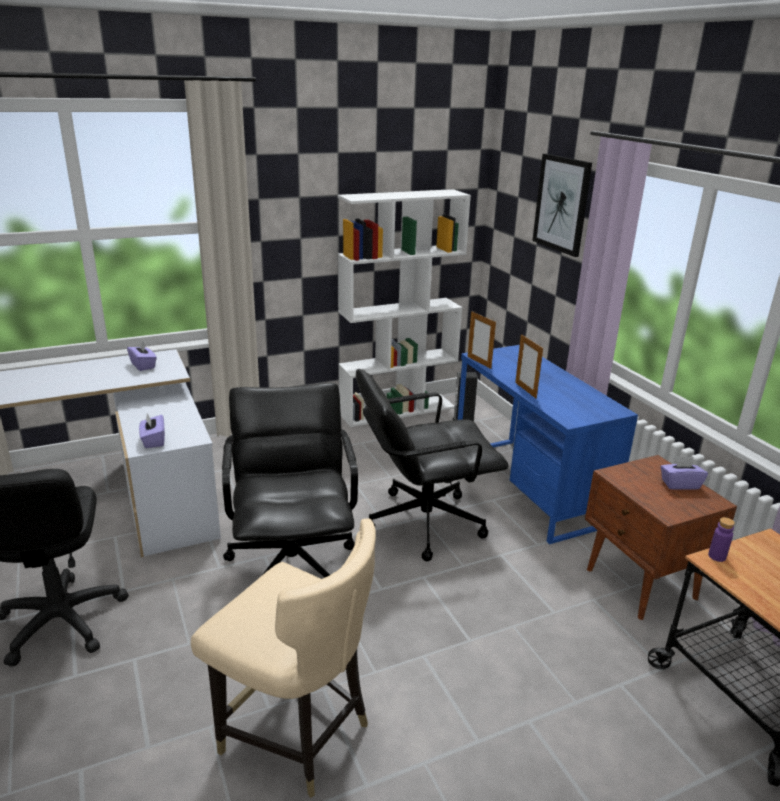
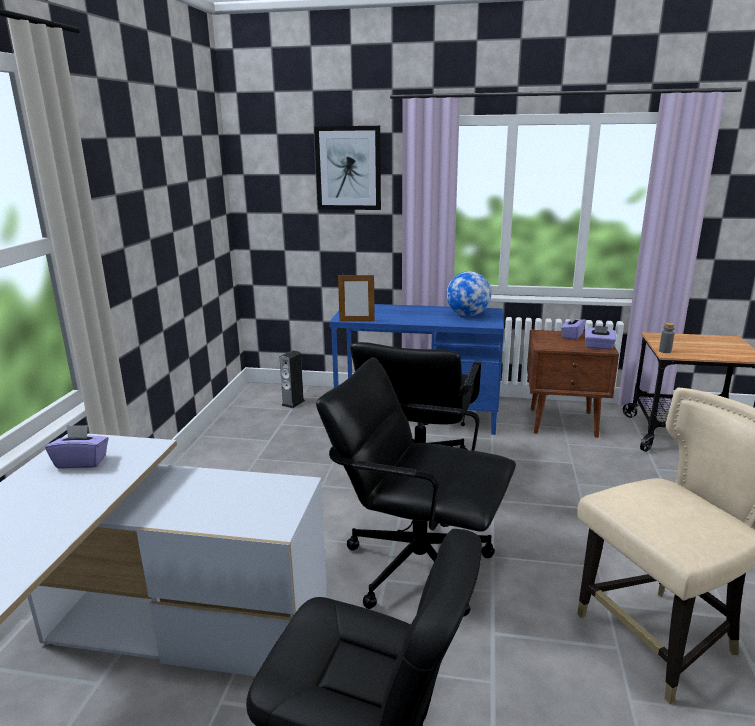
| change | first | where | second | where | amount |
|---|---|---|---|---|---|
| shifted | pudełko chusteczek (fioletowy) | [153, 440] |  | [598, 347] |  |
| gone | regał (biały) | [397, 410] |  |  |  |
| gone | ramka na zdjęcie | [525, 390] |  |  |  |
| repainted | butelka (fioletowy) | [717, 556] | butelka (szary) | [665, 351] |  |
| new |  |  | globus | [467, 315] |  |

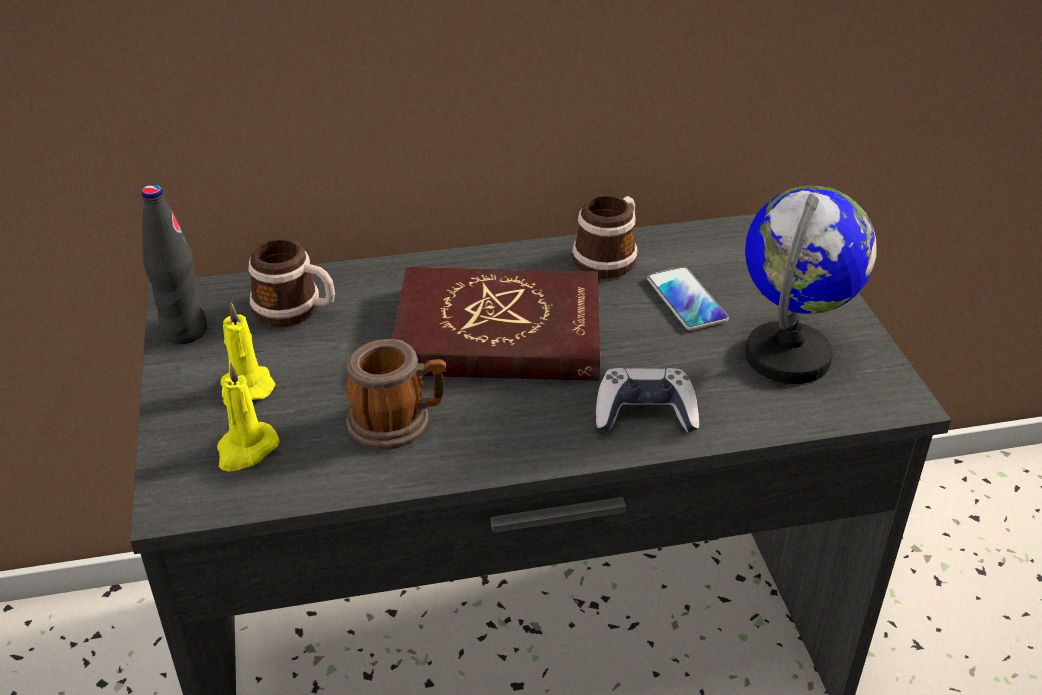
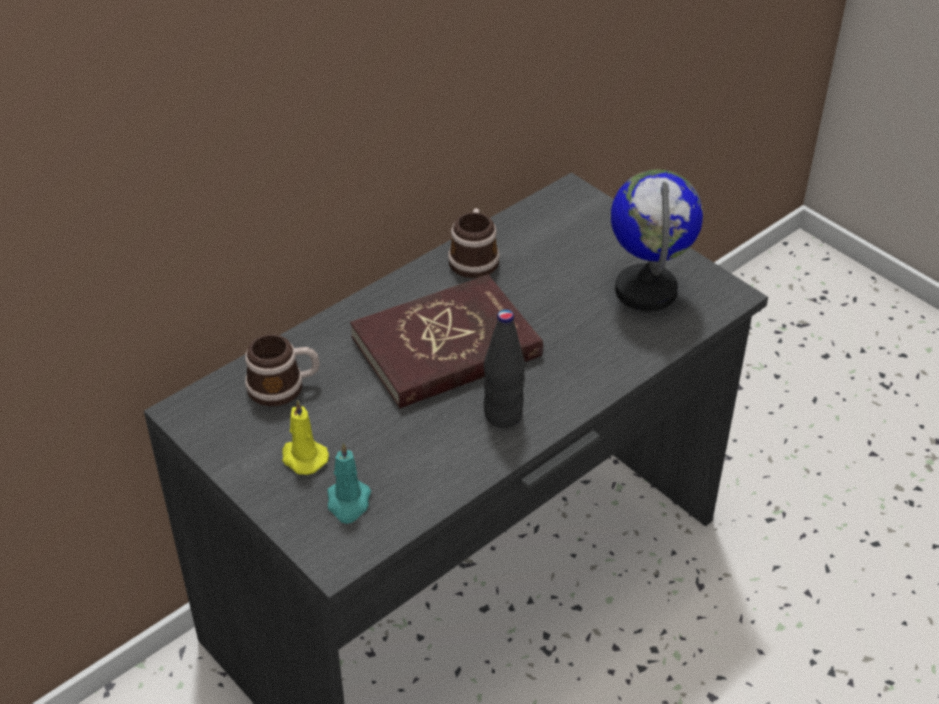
| change | first | where | second | where | amount |
|---|---|---|---|---|---|
| shifted | butelka (czarny) | [184, 331] |  | [503, 415] |  |
| repainted | świeca (żółty) | [246, 450] | świeca (turkusowy) | [348, 503] |  |
| gone | kubek | [398, 422] |  |  |  |
| gone | pad do gier | [645, 413] |  |  |  |
| gone | telefon | [686, 300] |  |  |  |

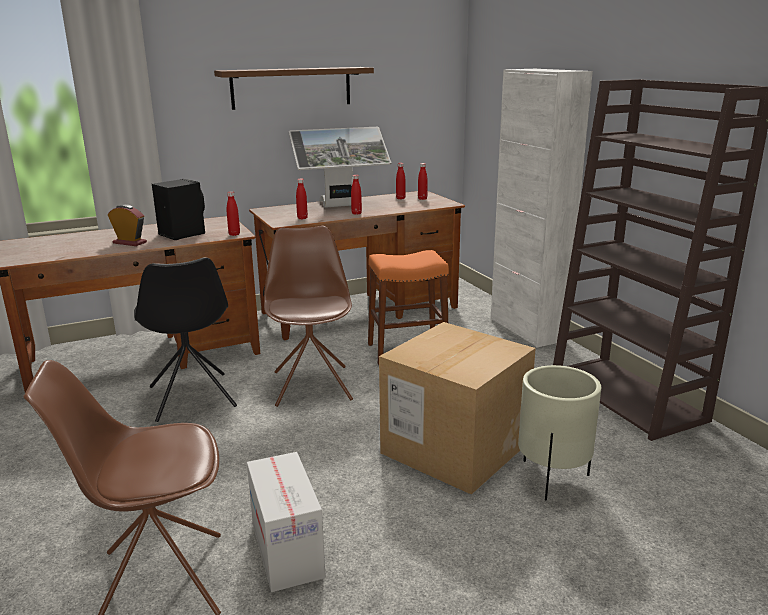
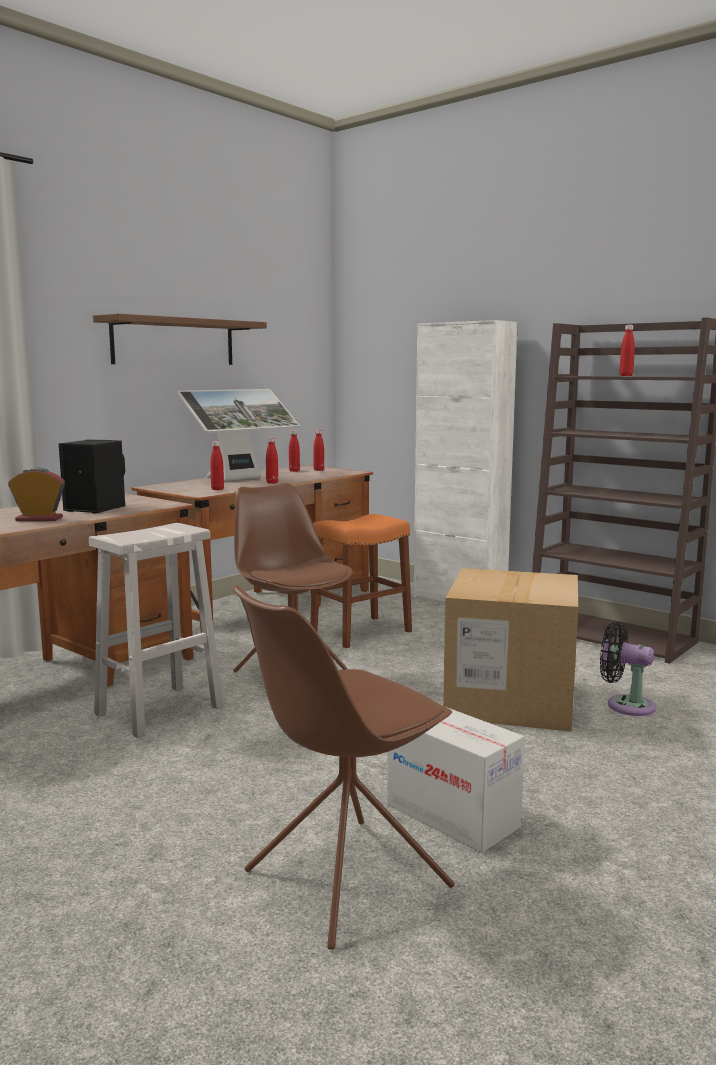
| change | first | where | second | where | amount |
|---|---|---|---|---|---|
| swapped | krzesło (czarny) | [192, 398] | stołek (biały) | [158, 711] |  |
| shifted | butelka (czerwony) | [234, 234] |  | [626, 376] |  |
| swapped | donica (beżowy) | [552, 478] | wentylator (czarny) | [625, 705] |  |

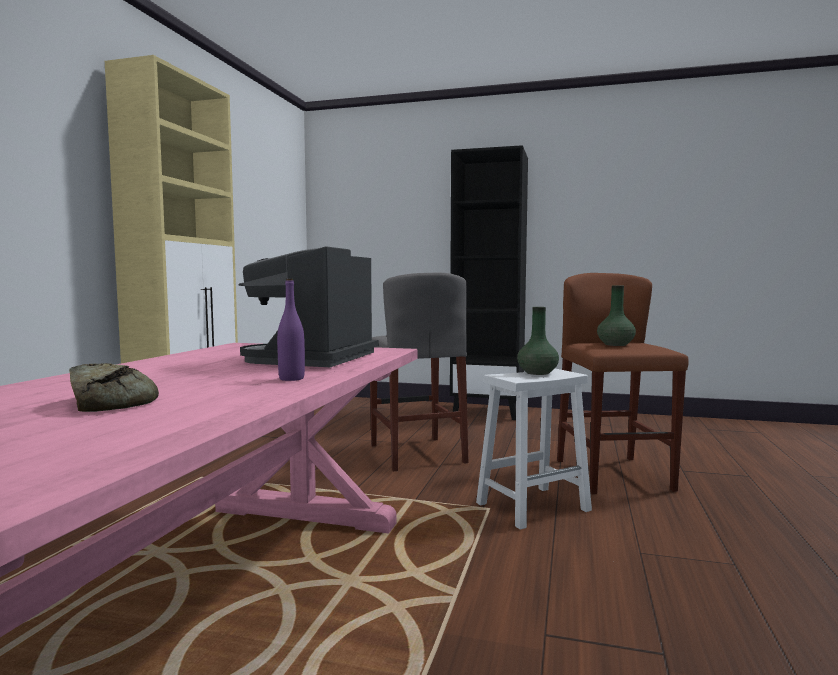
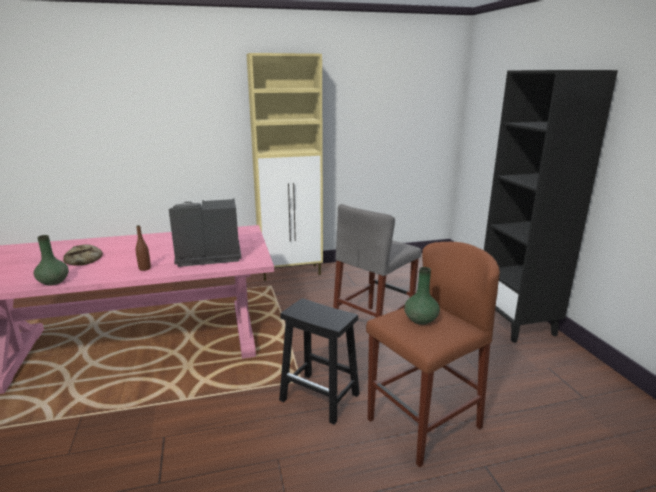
| change | first | where | second | where | amount |
|---|---|---|---|---|---|
| repainted | butelka (fioletowy) | [291, 378] | butelka (brązowy) | [145, 268] |  |
| repainted | stołek (biały) | [534, 506] | stołek (czarny) | [321, 397] |  |
| shifted | wazon (zielony) | [537, 373] |  | [53, 282] |  |

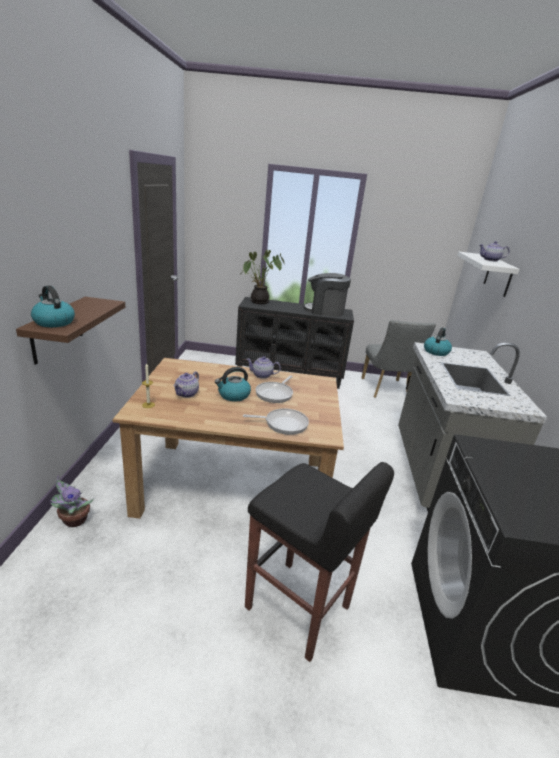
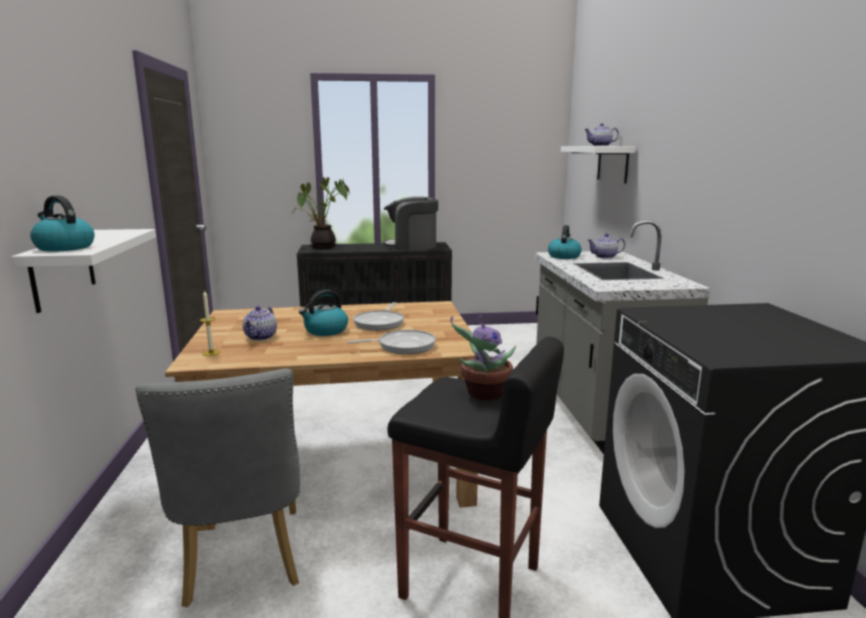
| change | first | where | second | where | amount |
|---|---|---|---|---|---|
| repainted | półka (brązowy) | [57, 329] | półka (biały) | [63, 269] |  |
| shifted | roślina doniczkowa | [73, 520] |  | [483, 394] |  |
| shifted | imbryk | [262, 375] |  | [605, 257] |  |
| shifted | krzesło (szary) | [386, 390] |  | [242, 563] |  |

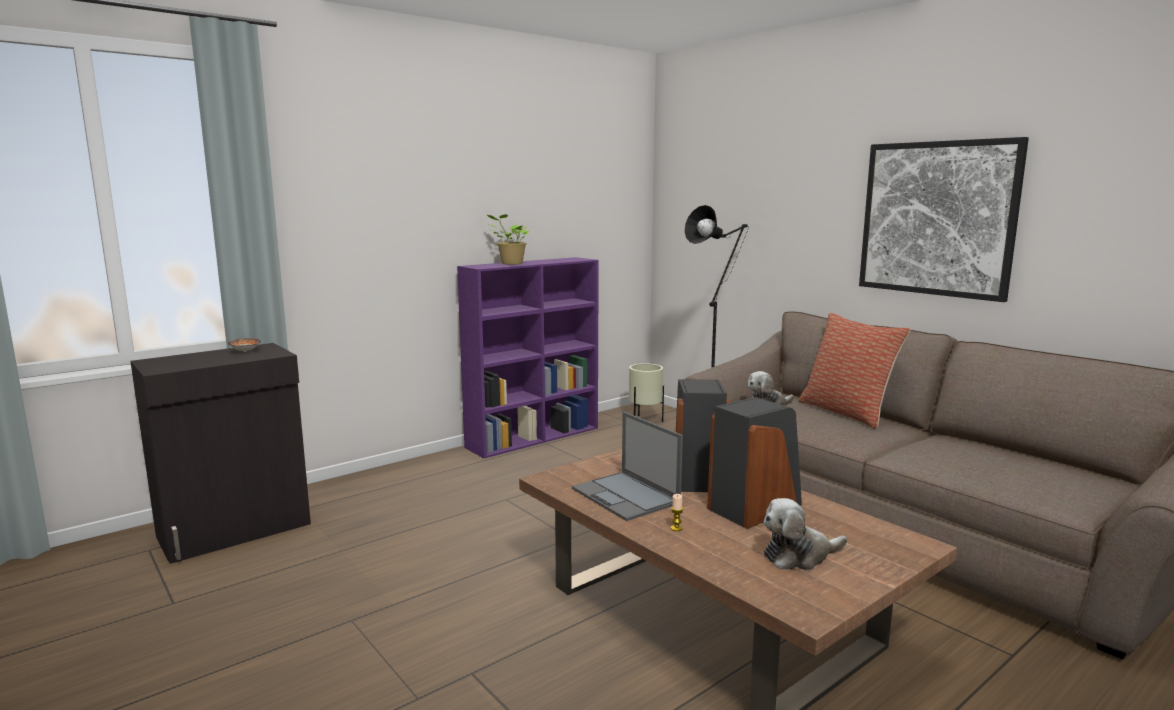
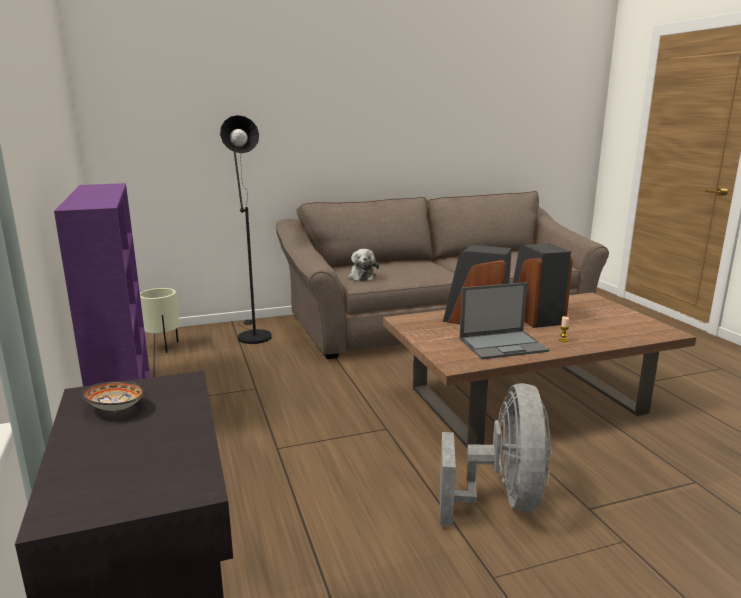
| change | first | where | second | where | amount |
|---|---|---|---|---|---|
| gone | roślina doniczkowa | [510, 263] |  |  |  |
| gone | pluszak | [799, 556] |  |  |  |
| gone | poduszka | [847, 412] |  |  |  |
| gone | obraz | [937, 218] |  |  |  |
| new |  |  | wentylator (szary) | [502, 500] |  |

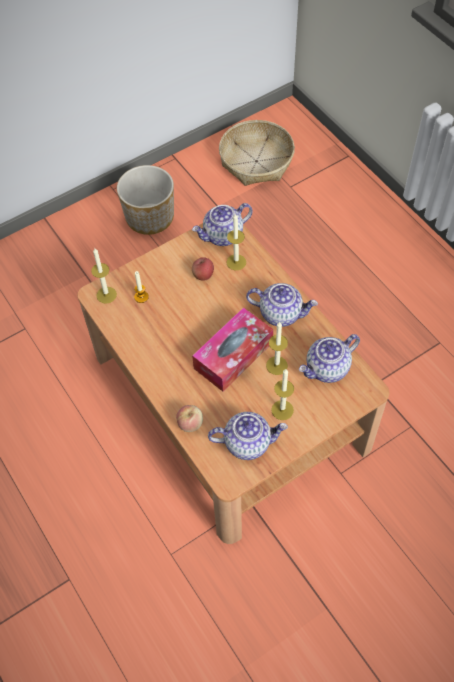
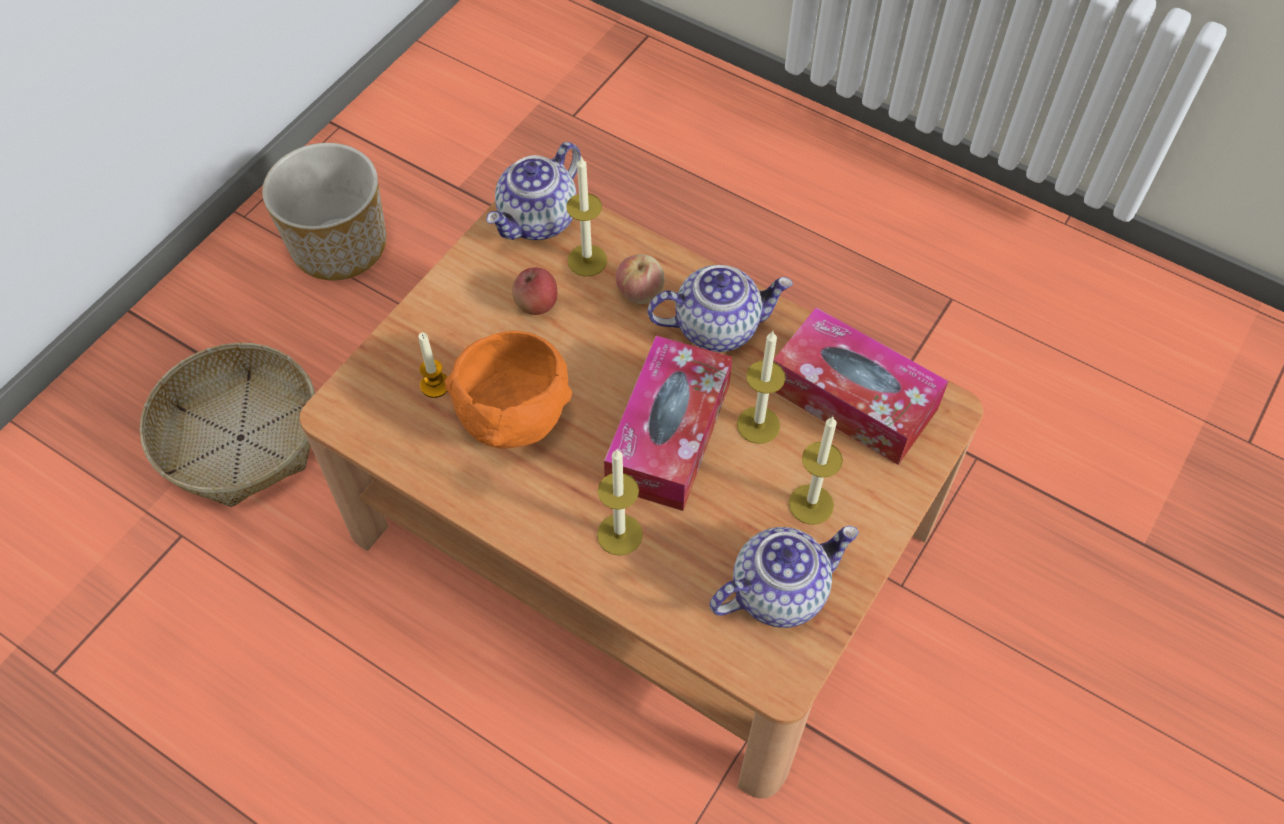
| change | first | where | second | where | amount |
|---|---|---|---|---|---|
| shifted | świeca | [106, 295] |  | [619, 534] |  |
| shifted | jabłko | [190, 423] |  | [640, 292] |  |
| shifted | koszyk | [256, 161] |  | [240, 438] |  |
| swapped | imbryk | [327, 369] | pudełko chusteczek | [852, 398] |  |
| new |  |  | miska (pomarańczowy) | [515, 417] |  |

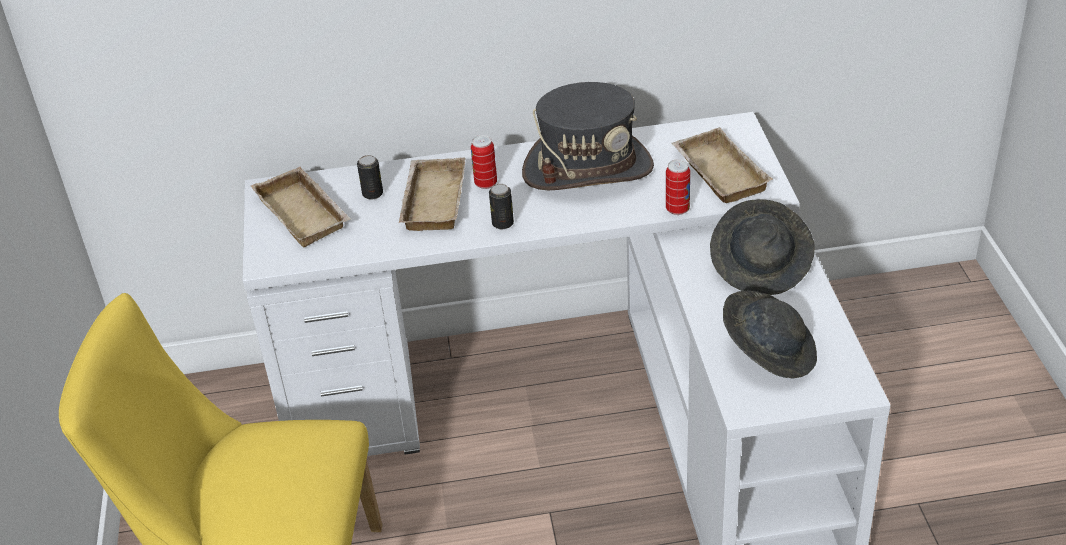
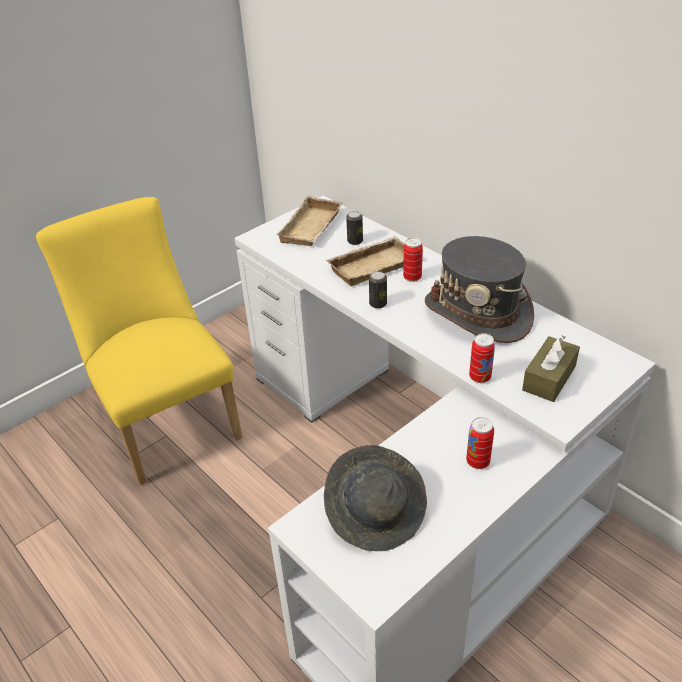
| change | first | where | second | where | amount |
|---|---|---|---|---|---|
| swapped | taca (beżowy) | [717, 173] | pudełko chusteczek (brązowy) | [549, 378] |  |
| swapped | kapelusz (szary) | [761, 267] | puszka | [478, 462] |  |

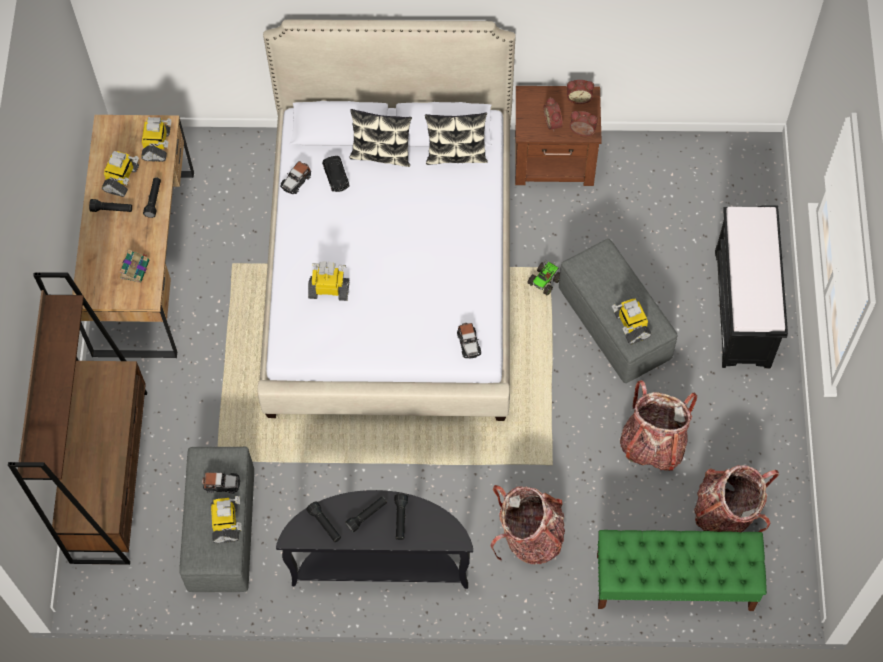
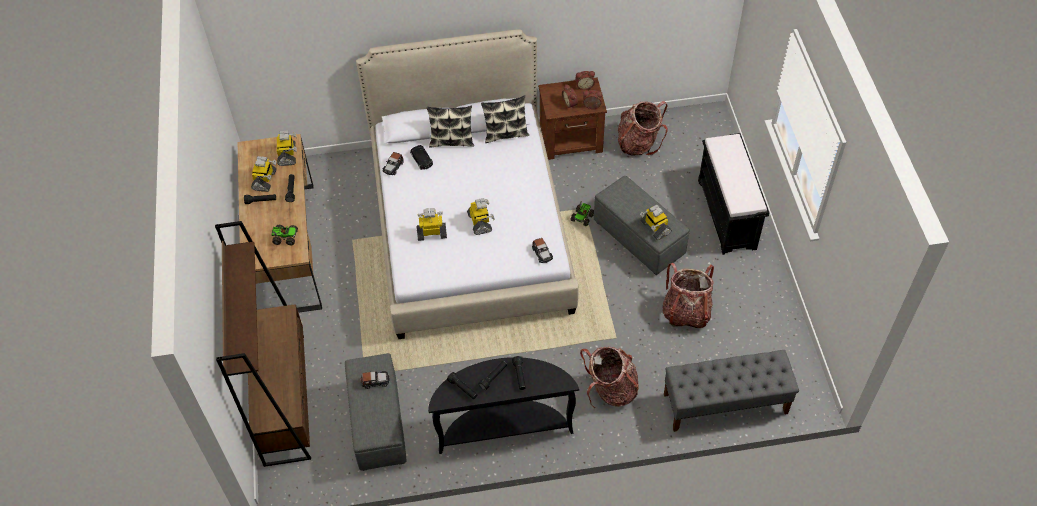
| change | first | where | second | where | amount |
|---|---|---|---|---|---|
| swapped | książka | [135, 268] | ciężarówka zabawkowa | [285, 237] |  |
| shifted | robot zabawkowy | [226, 523] |  | [480, 222] |  |
| repainted | ławka (zielony) | [674, 582] | ławka (szary) | [724, 404] |  |
| shifted | plecak | [726, 512] |  | [639, 143] |  |

